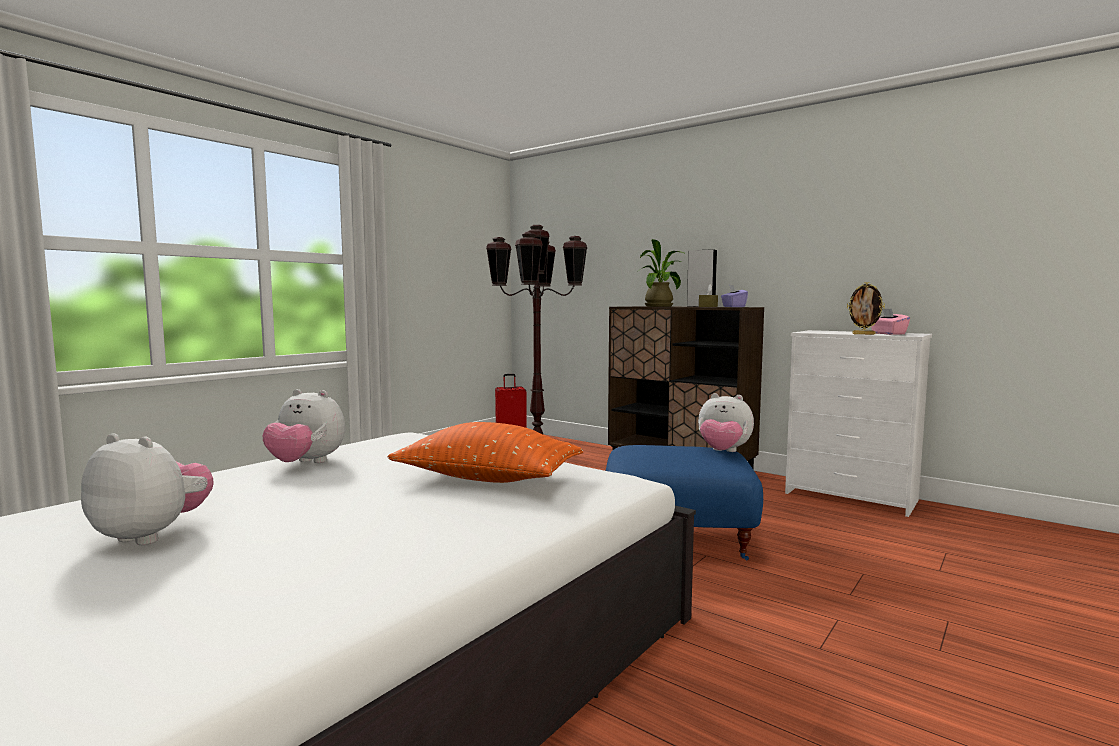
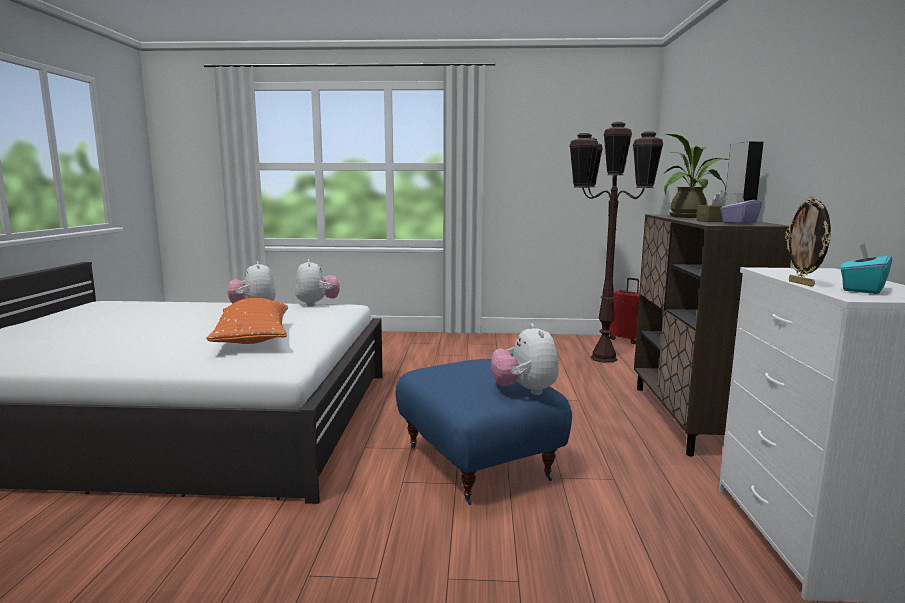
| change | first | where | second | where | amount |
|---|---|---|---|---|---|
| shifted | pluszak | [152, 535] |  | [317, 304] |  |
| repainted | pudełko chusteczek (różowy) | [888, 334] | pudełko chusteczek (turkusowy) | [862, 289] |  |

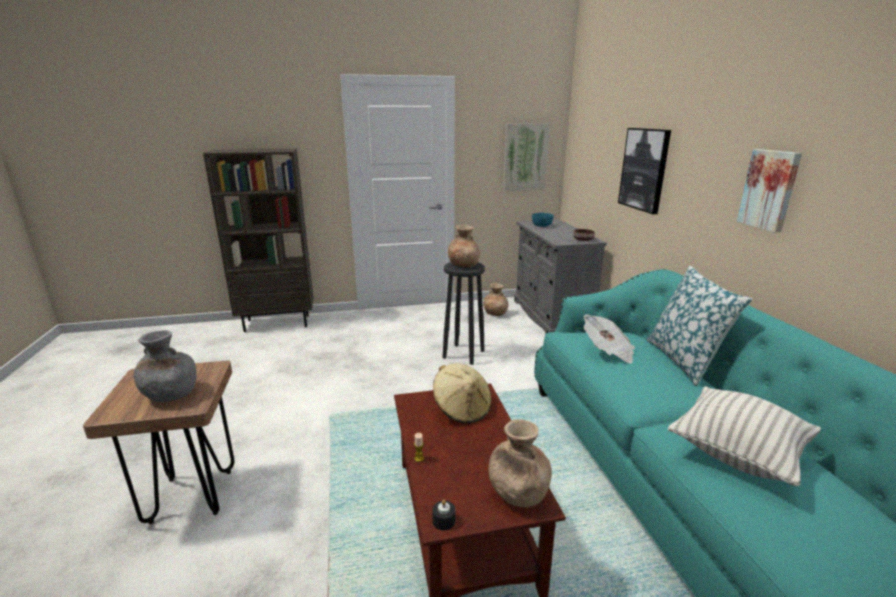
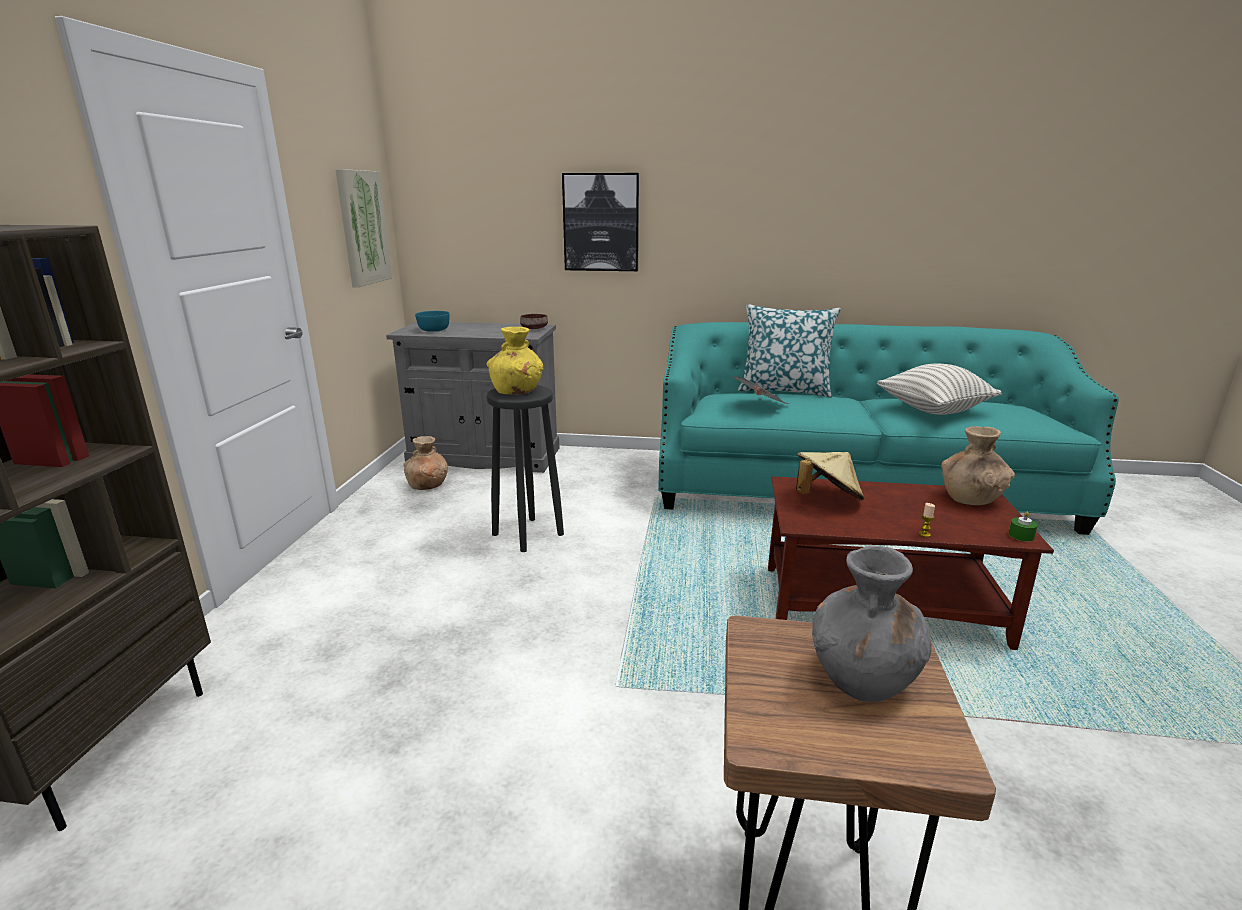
| change | first | where | second | where | amount |
|---|---|---|---|---|---|
| repainted | świeca (czarny) | [443, 521] | świeca (zielony) | [1021, 536] |  |
| repainted | wazon (brązowy) | [464, 265] | wazon (żółty) | [517, 391] |  |
| gone | obraz | [770, 189] |  |  |  |

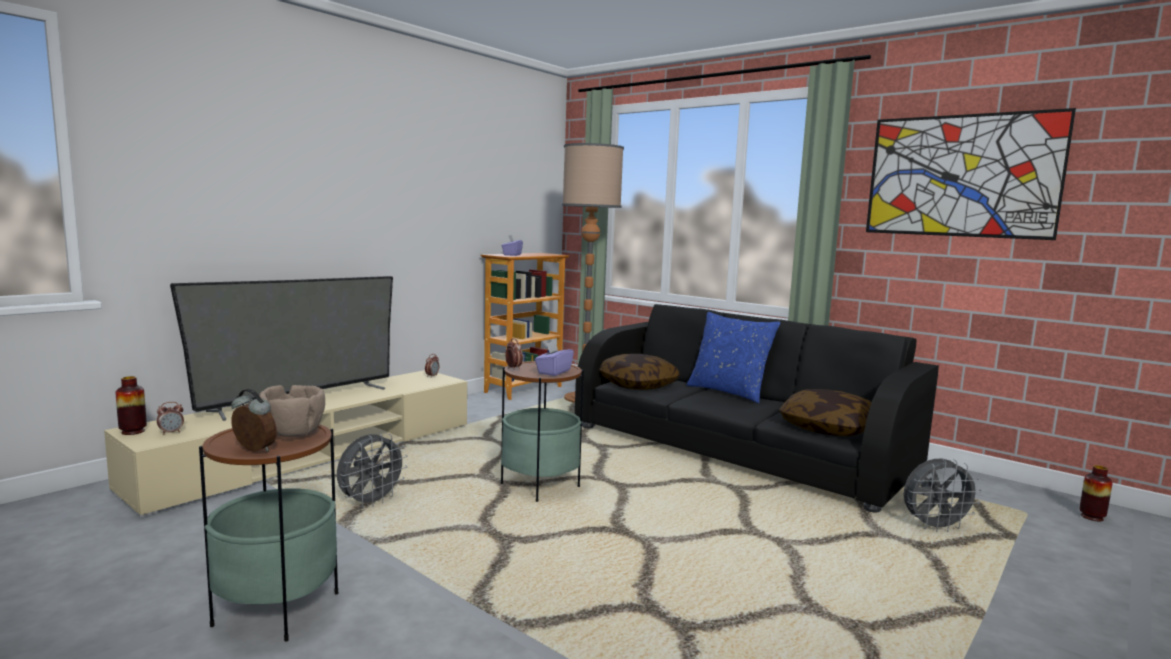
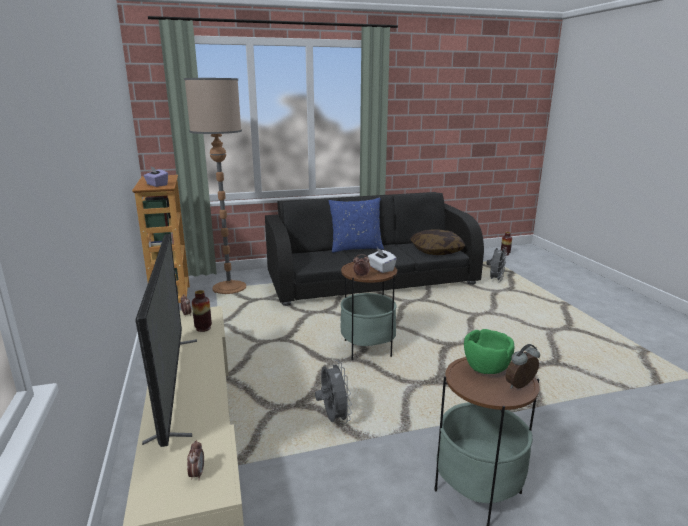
| change | first | where | second | where | amount |
|---|---|---|---|---|---|
| shifted | wazon | [133, 432] |  | [203, 328] |  |
| repainted | miska (brązowy) | [293, 433] | miska (zielony) | [487, 368] |  |
| repainted | pudełko chusteczek (fioletowy) | [553, 372] | pudełko chusteczek (biały) | [381, 268] |  |
| gone | poduszka | [637, 385] |  |  |  |
| gone | obraz | [961, 176] |  |  |  |

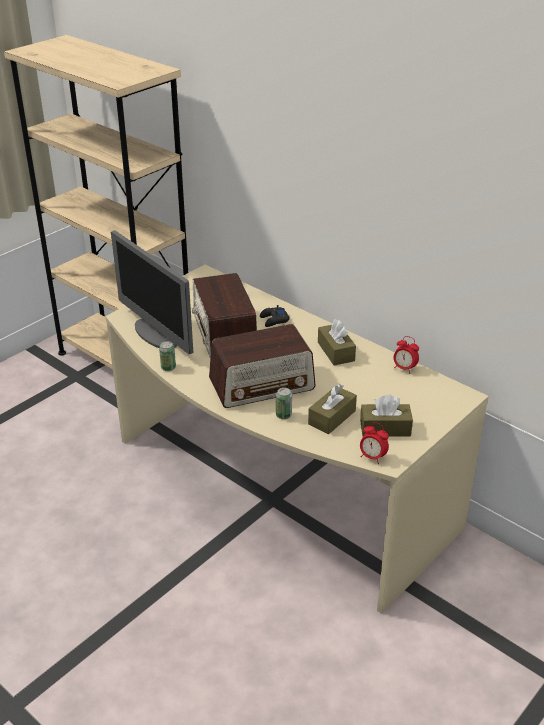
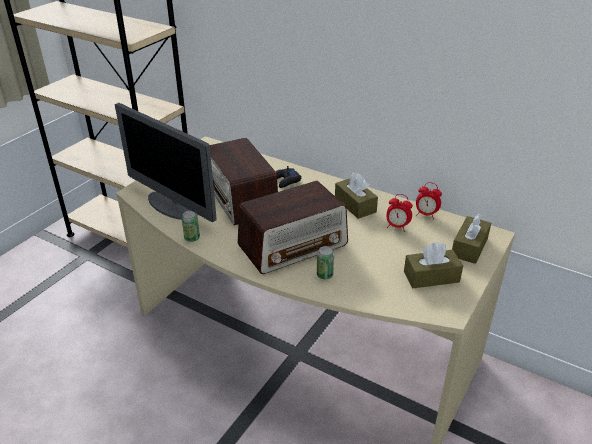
| change | first | where | second | where | amount |
|---|---|---|---|---|---|
| shifted | pudełko chusteczek (brązowy) | [332, 417] |  | [469, 247] |  |
| shifted | budzik | [372, 457] |  | [397, 227] |  |

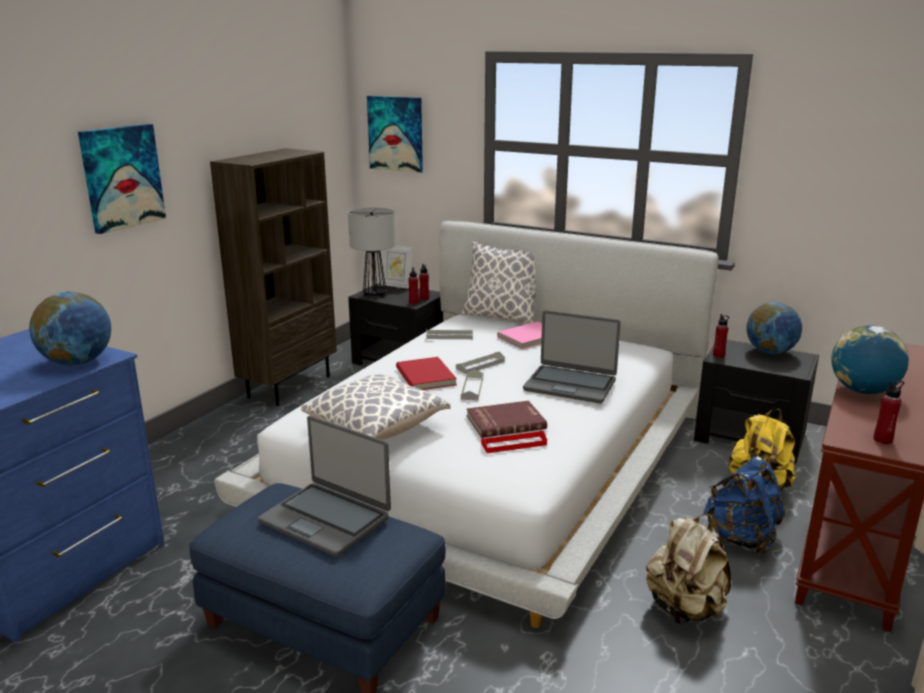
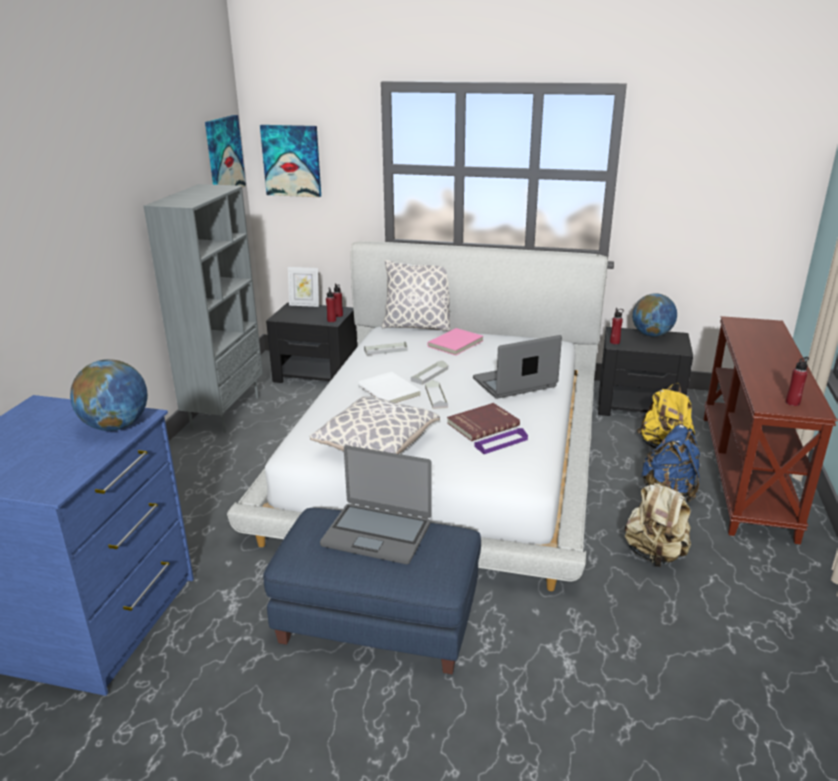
| change | first | where | second | where | amount |
|---|---|---|---|---|---|
| shifted | obraz | [122, 177] |  | [224, 155] |  |
| repainted | regał (brązowy) | [289, 386] | regał (szary) | [225, 412] |  |
| gone | lampa stołowa | [374, 294] |  |  |  |
| repainted | książka (czerwony) | [427, 376] | książka (biały) | [390, 391] |  |
| repainted | taca (czerwony) | [514, 444] | taca (fioletowy) | [501, 443] |  |
| rotated | laptop | [570, 385] |  | [515, 383] | 150 degrees clockwise |
| gone | globus | [862, 391] |  |  |  |

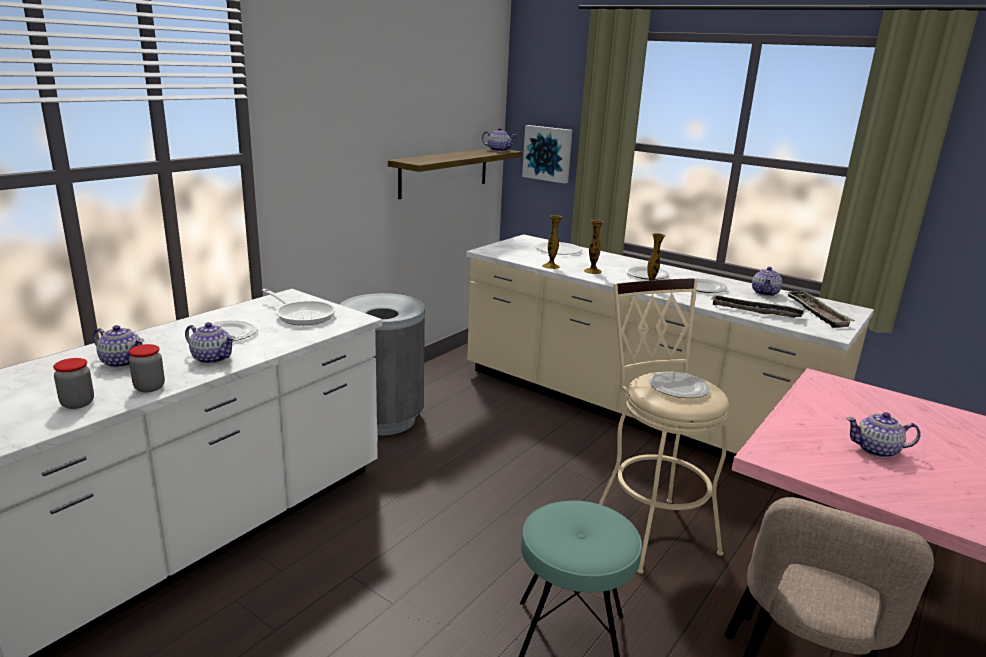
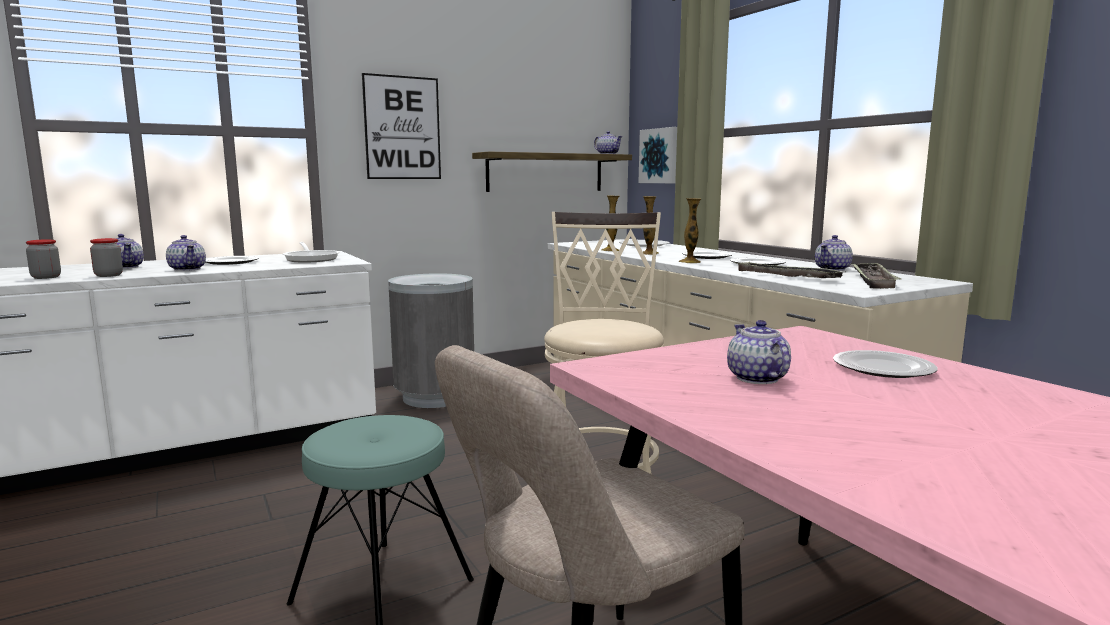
| change | first | where | second | where | amount |
|---|---|---|---|---|---|
| shifted | talerz | [678, 387] |  | [882, 368] |  |
| rotated | imbryk | [877, 450] |  | [757, 378] | 45 degrees clockwise |
| new |  |  | obraz | [402, 128] |  |

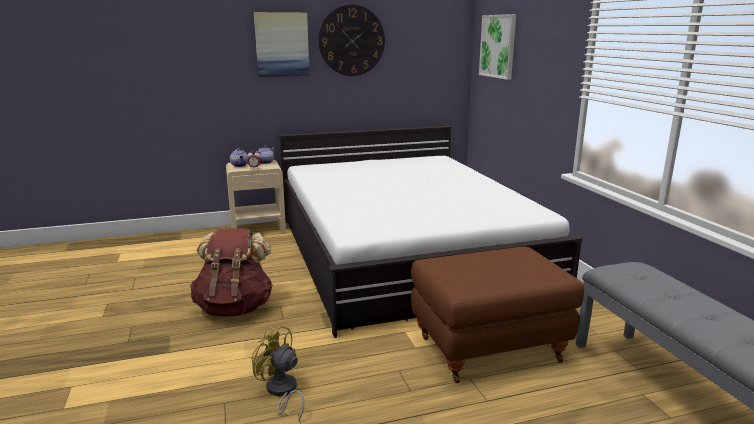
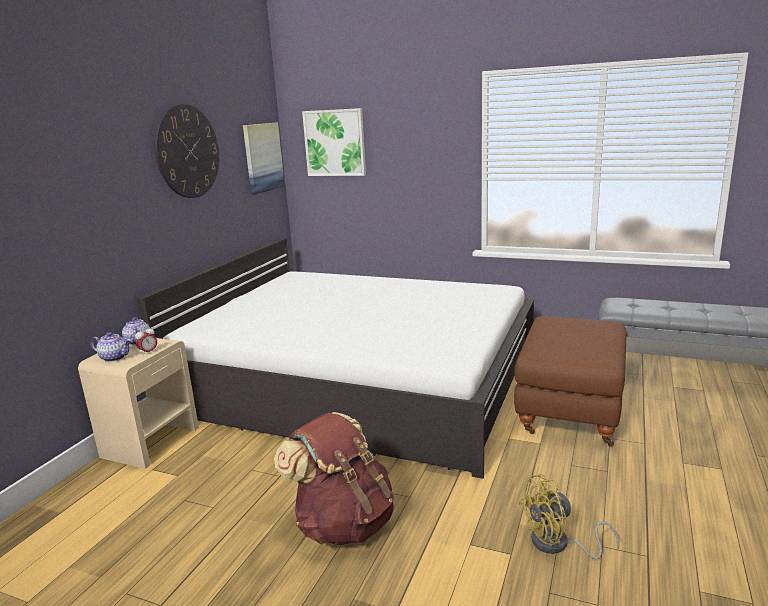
| change | first | where | second | where | amount |
|---|---|---|---|---|---|
| shifted | obraz | [282, 44] |  | [262, 157] |  |

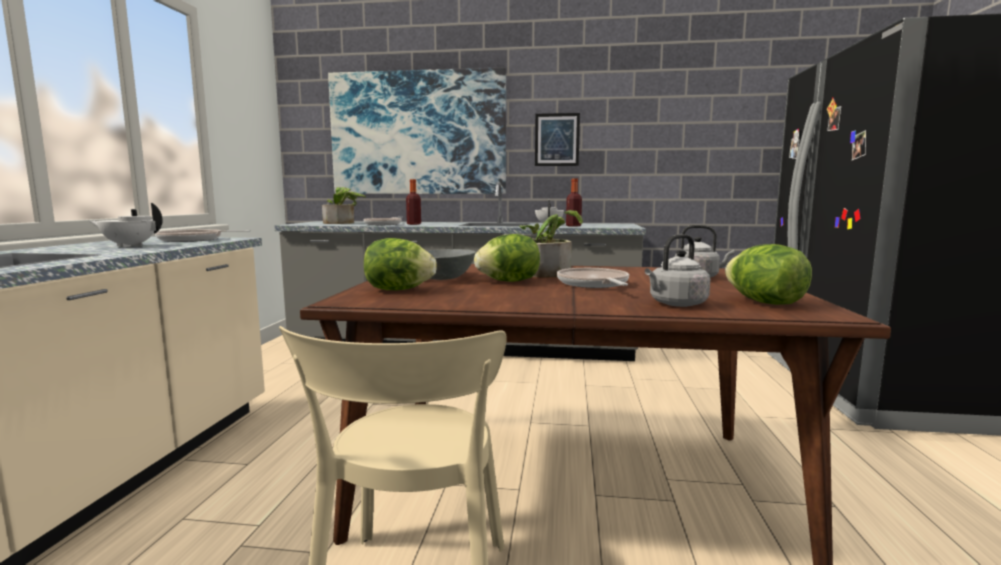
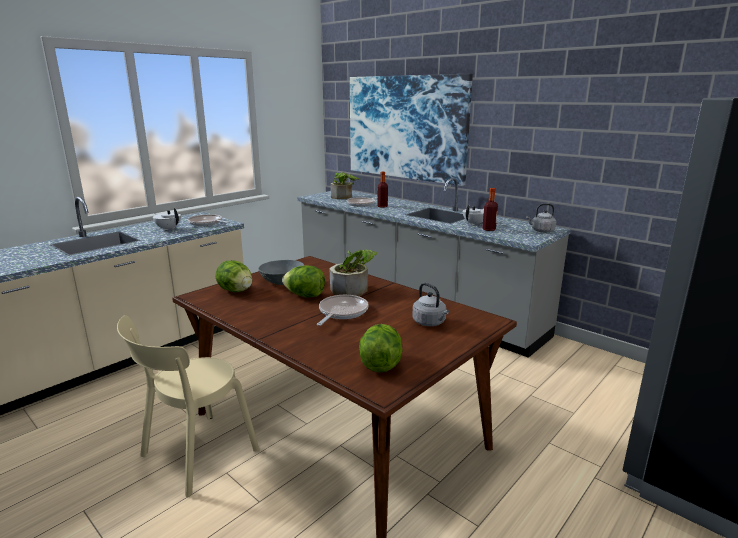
| change | first | where | second | where | amount |
|---|---|---|---|---|---|
| gone | obraz | [557, 139] |  |  |  |
| shifted | czajnik (szary) | [675, 304] |  | [541, 231] |  |

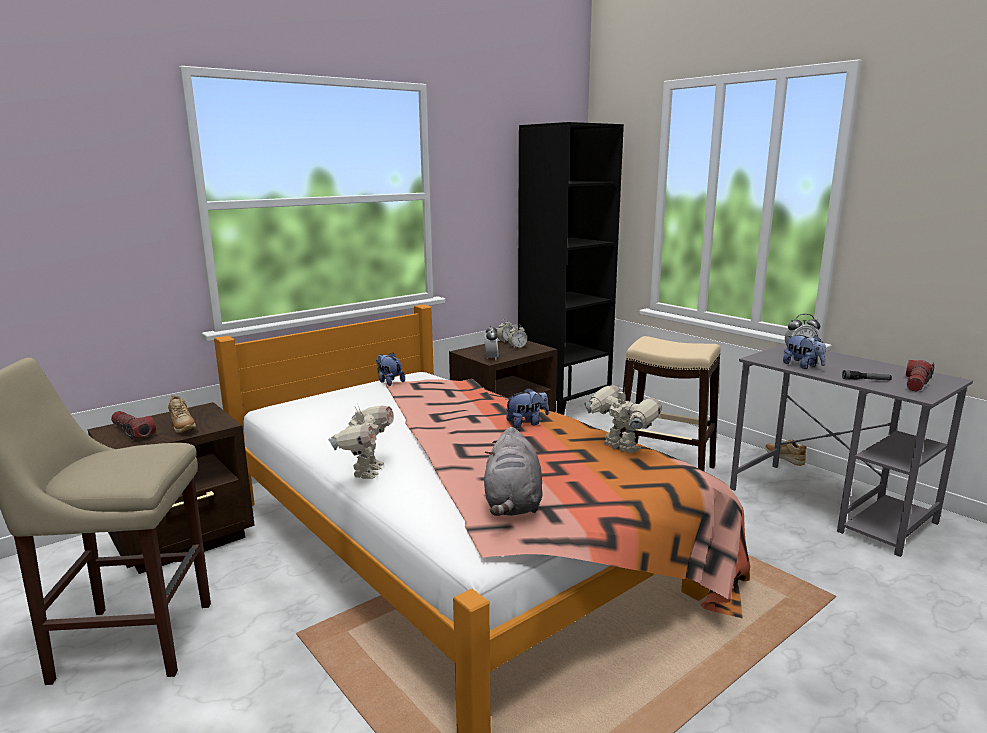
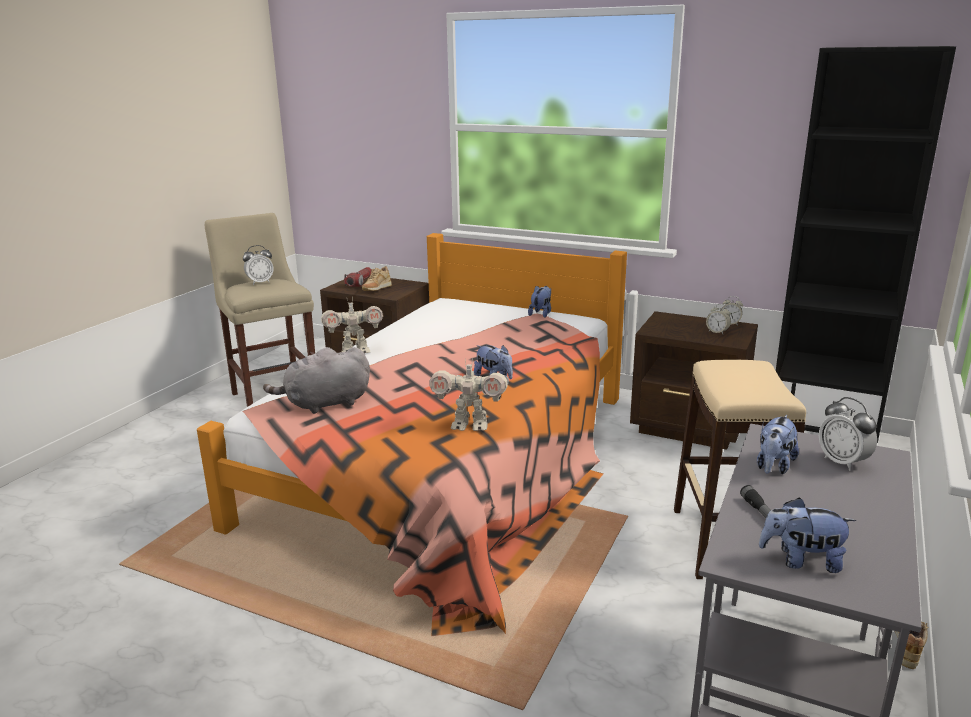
| change | first | where | second | where | amount |
|---|---|---|---|---|---|
| shifted | budzik | [491, 358] |  | [260, 282] |  |
| rotated | robot zabawkowy | [620, 449] |  | [470, 426] | 75 degrees clockwise |
| swapped | latarka | [916, 384] | pluszak | [801, 561] |  |

